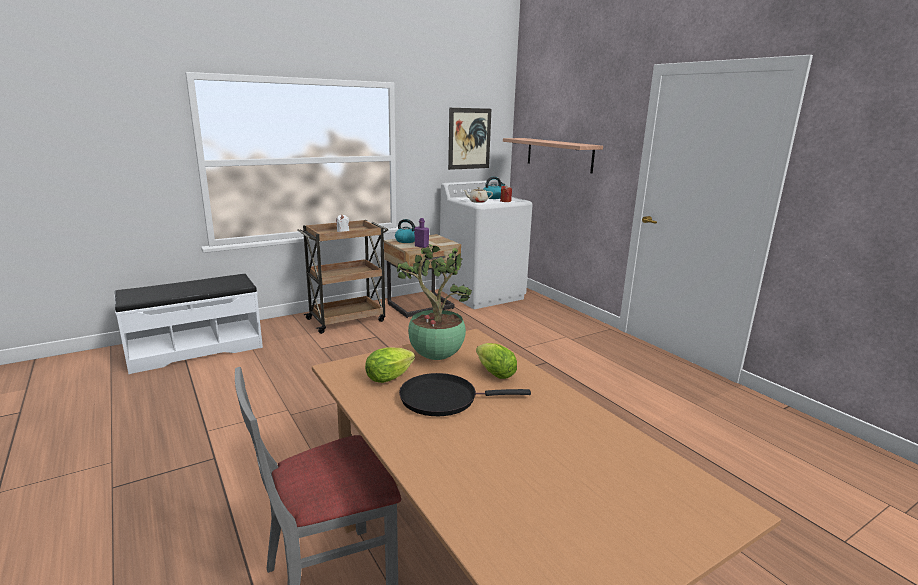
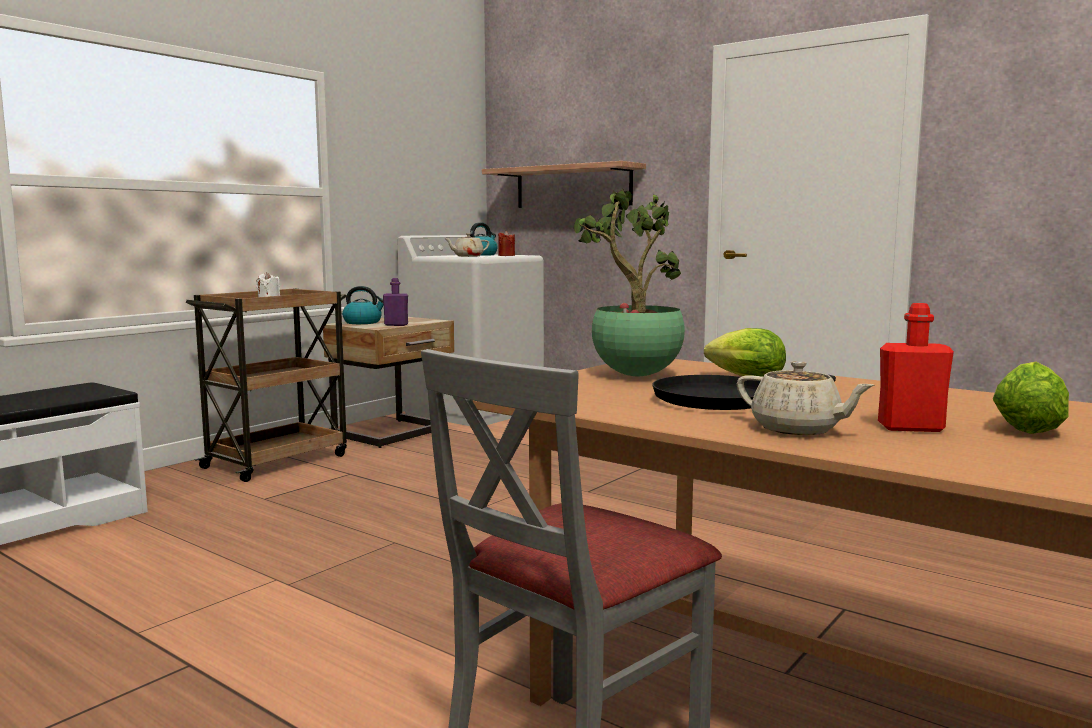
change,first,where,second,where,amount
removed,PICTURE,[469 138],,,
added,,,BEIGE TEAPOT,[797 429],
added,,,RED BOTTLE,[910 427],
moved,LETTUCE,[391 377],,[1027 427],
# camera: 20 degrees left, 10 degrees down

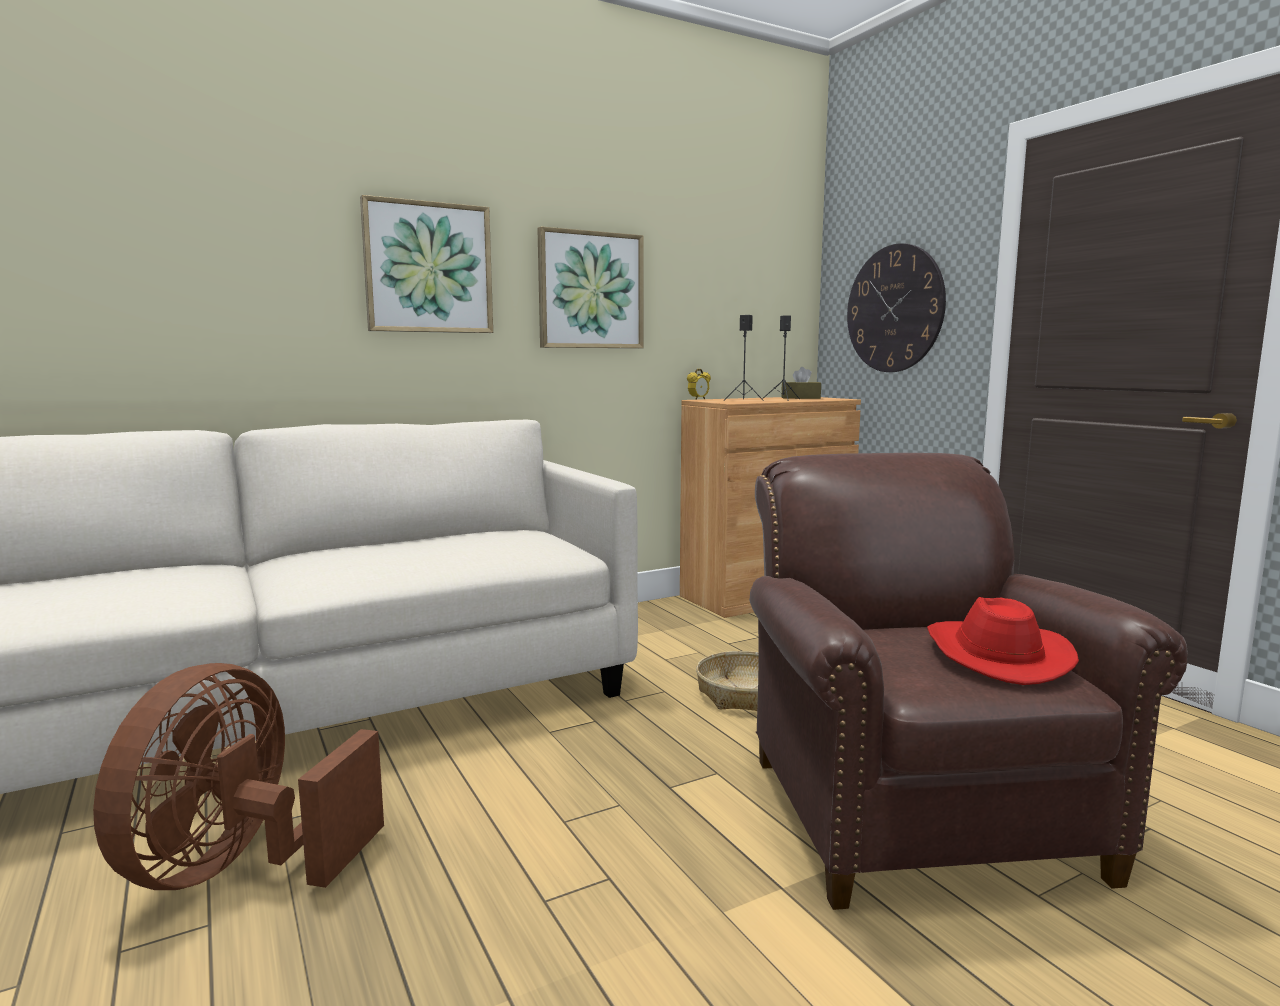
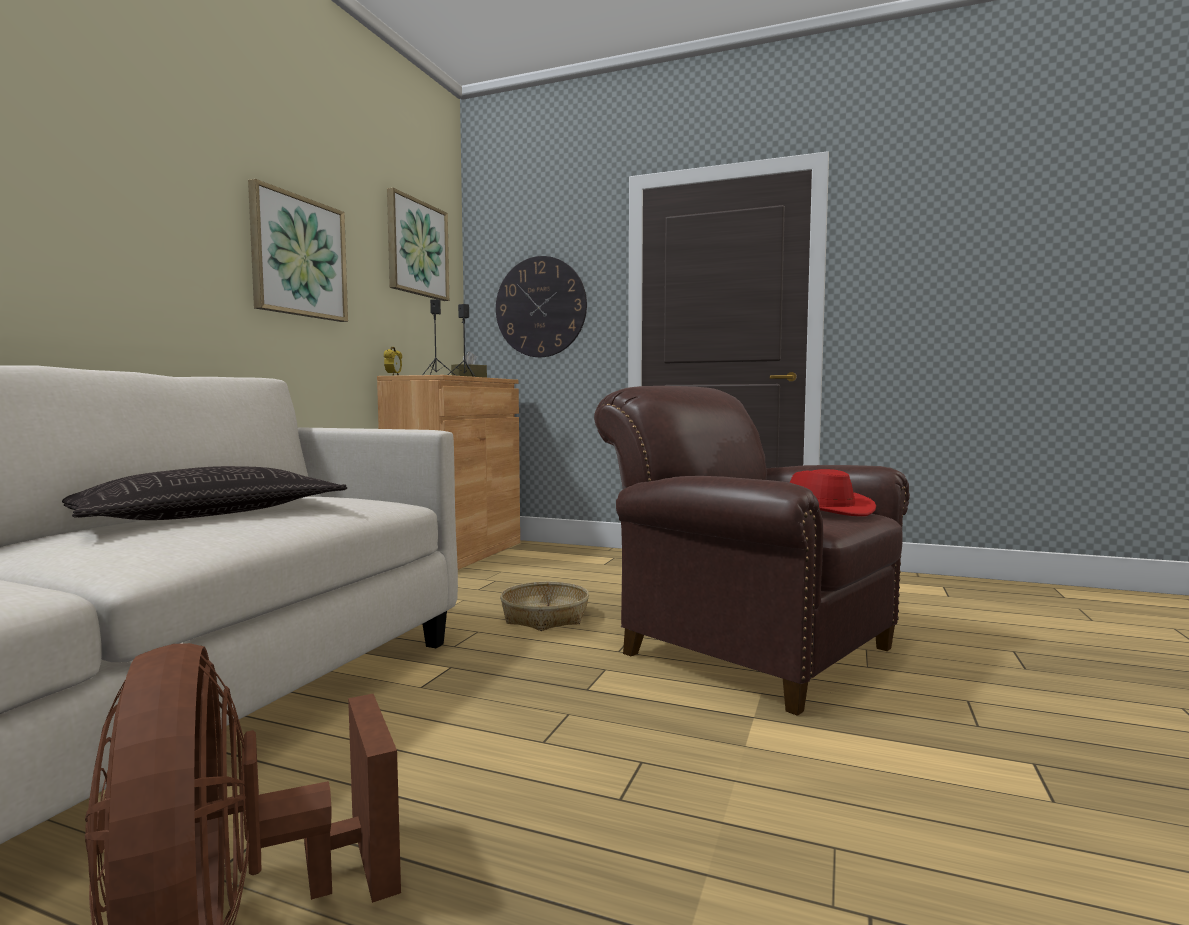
change,first,where,second,where,amount
added,,,PILLOW,[210 514],
moved,PICTURE,[428 268],,[417 248],
# camera: 40 degrees left, 5 degrees down

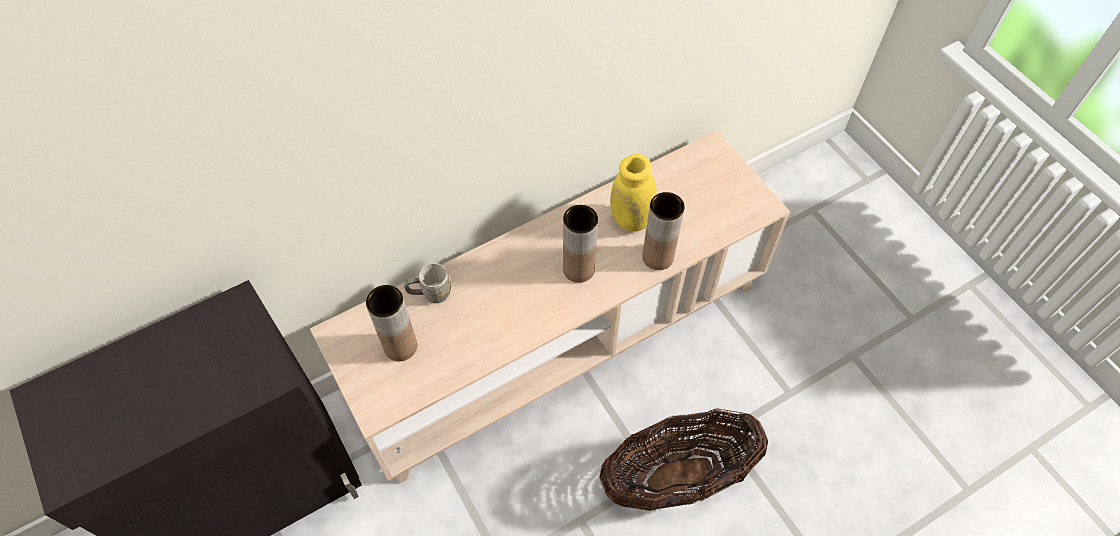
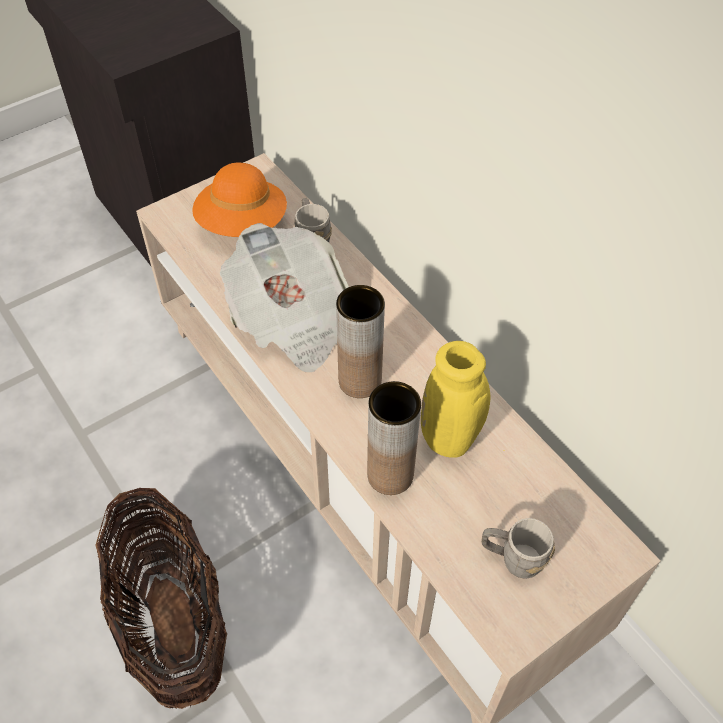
change,first,where,second,where,amount
added,,,NEWSPAPER,[293 320],
added,,,GREY MUG,[513 558],
replaced,BROWN VASE,[400 346],ORANGE HAT,[242 223],
# camera: 85 degrees right, 5 degrees down

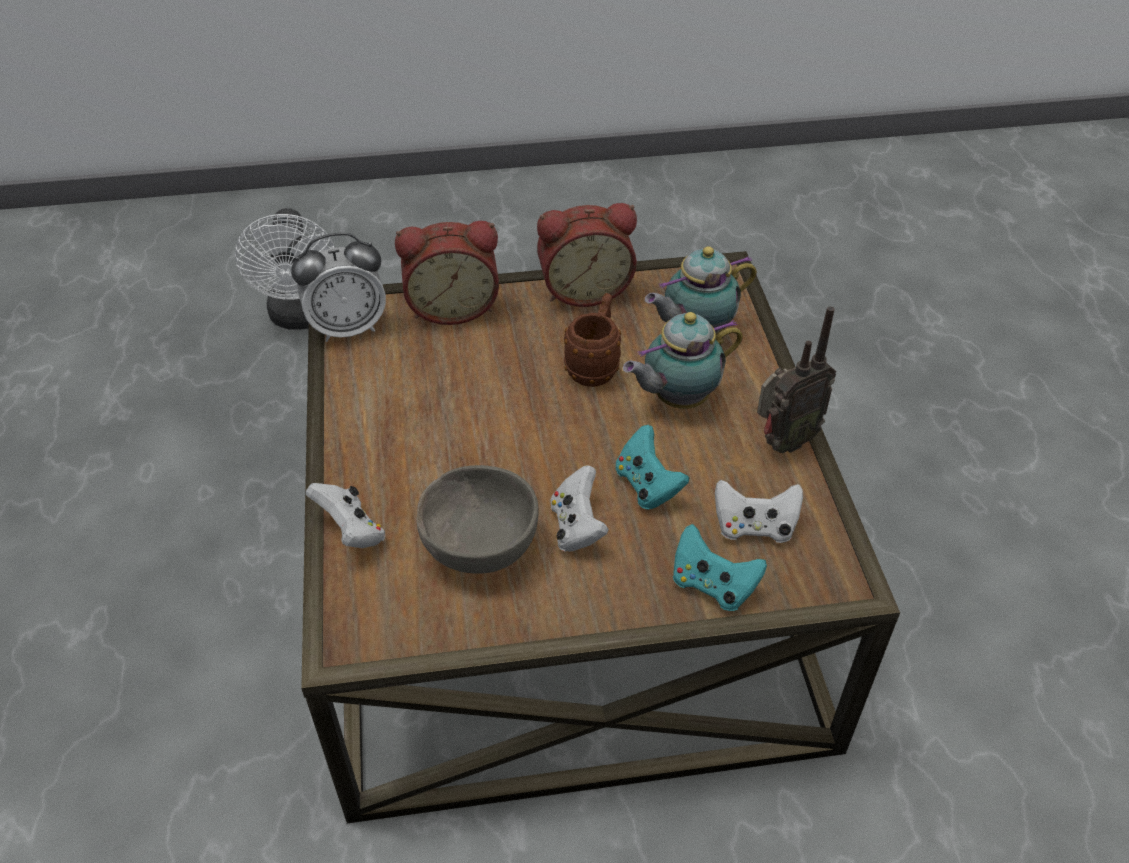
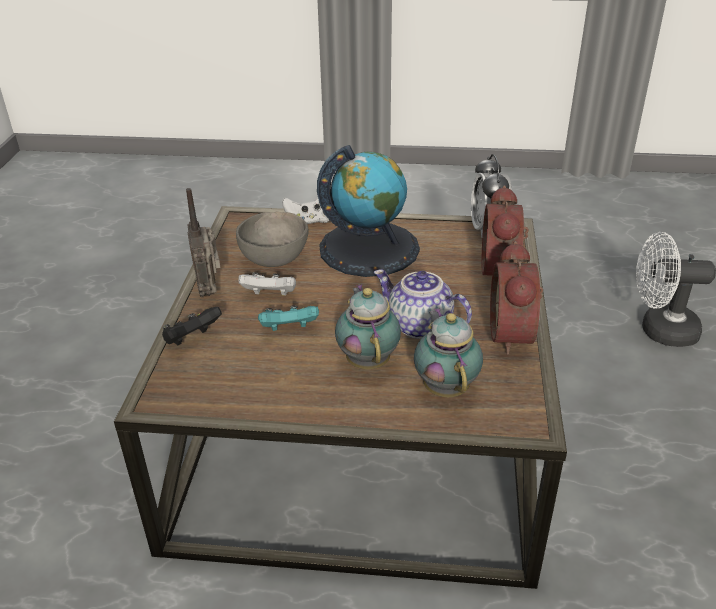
change,first,where,second,where,amount
removed,WHITE GAME CONTROLLER,[754 527],,,
added,,,GLOBE,[369 248],
moved,RADIO,[782 442],,[210 290],
replaced,BROWN MUG,[594 367],TEAPOT,[418 326],
recoloured,TURQUOISE GAME CONTROLLER,[712 585],BLACK GAME CONTROLLER,[192 339],
# camera: 105 degrees right, 10 degrees down

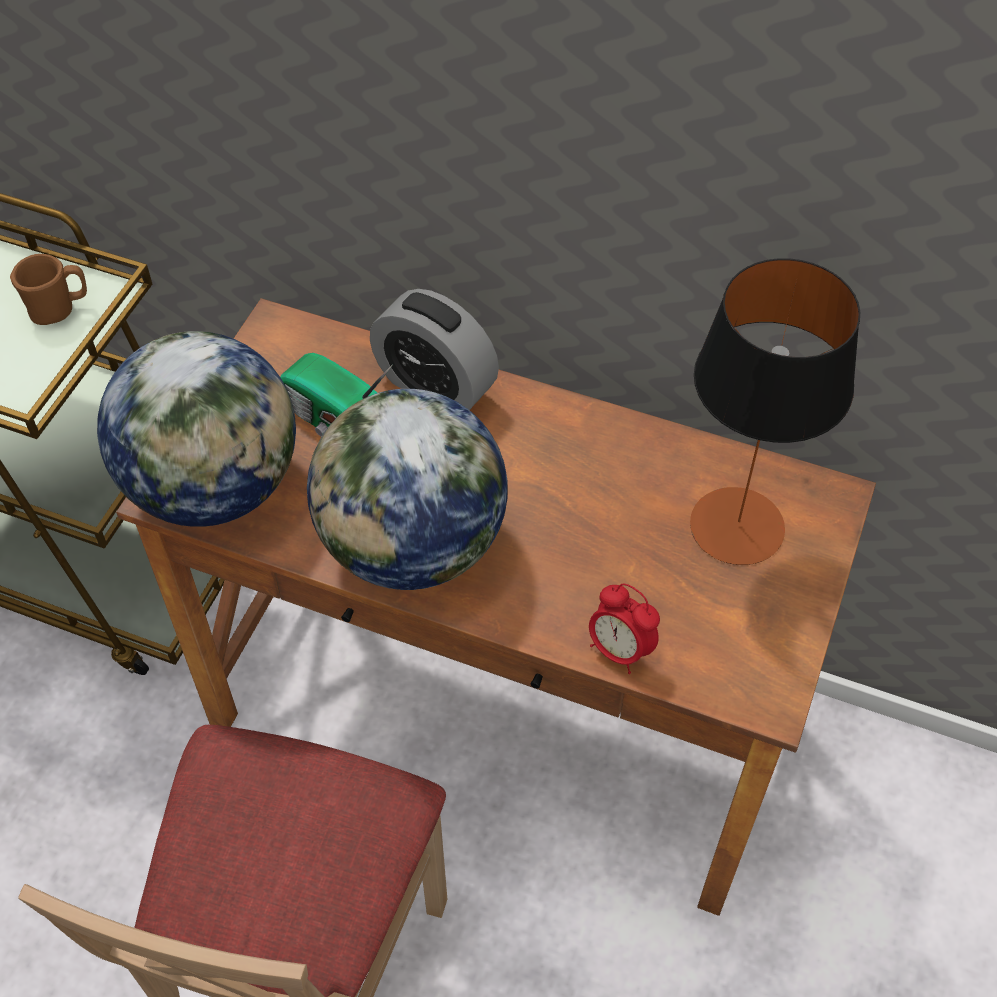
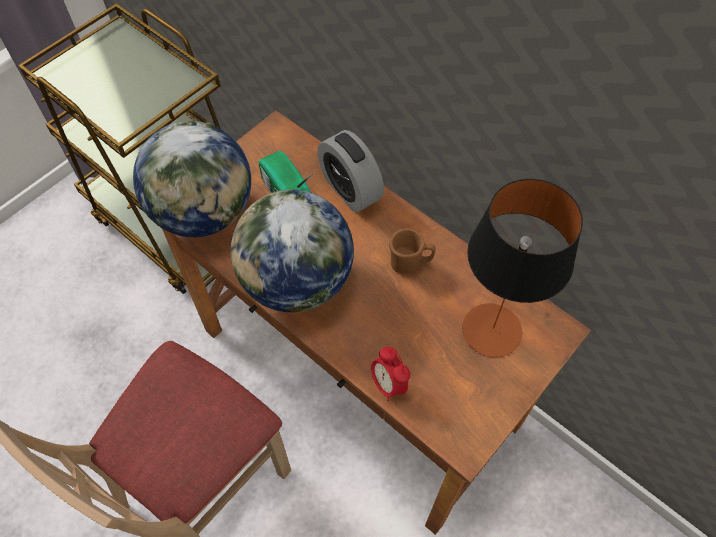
change,first,where,second,where,amount
moved,BROWN MUG,[59 309],,[410 263],
# camera: 20 degrees right, 5 degrees up

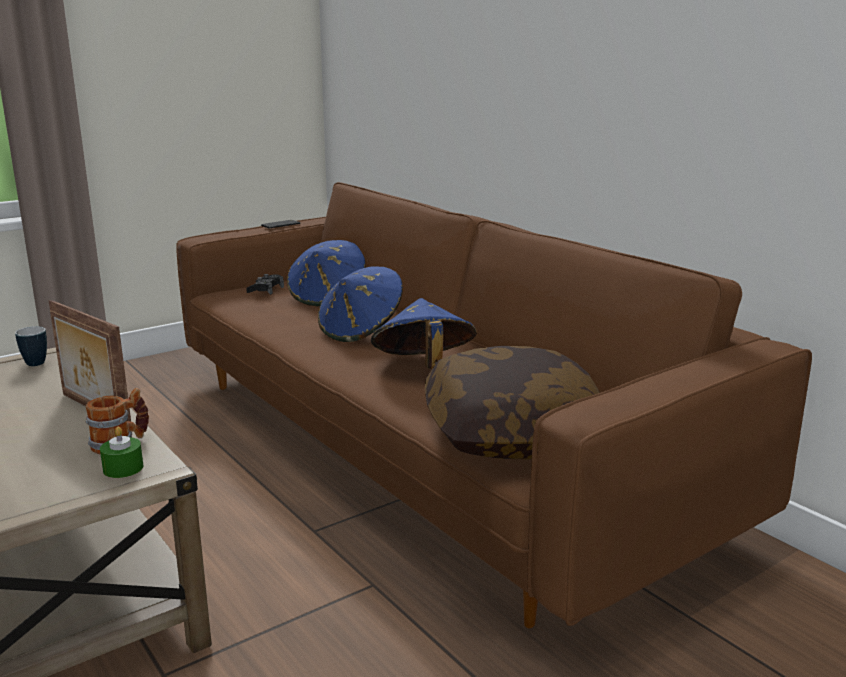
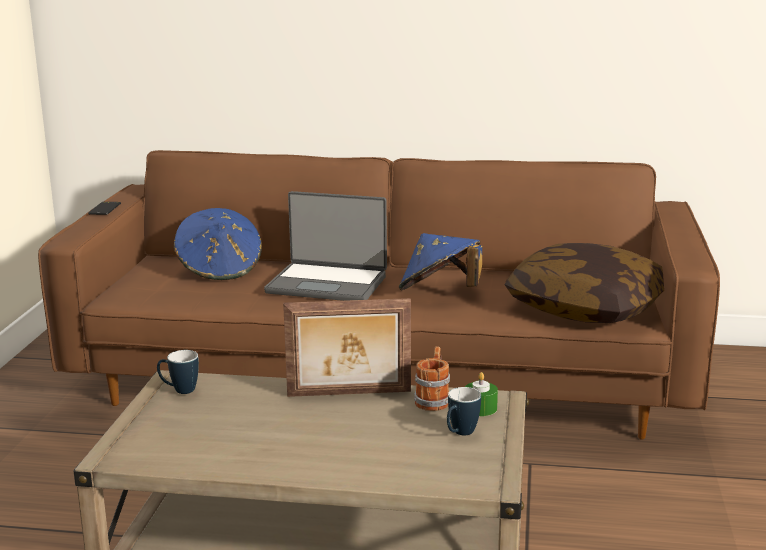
change,first,where,second,where,amount
removed,BLACK GAME CONTROLLER,[266 290],,,
added,,,MUG,[460 434],
replaced,BLUE HAT,[361 331],LAPTOP,[328 284],
# camera: 45 degrees left, 0 degrees up

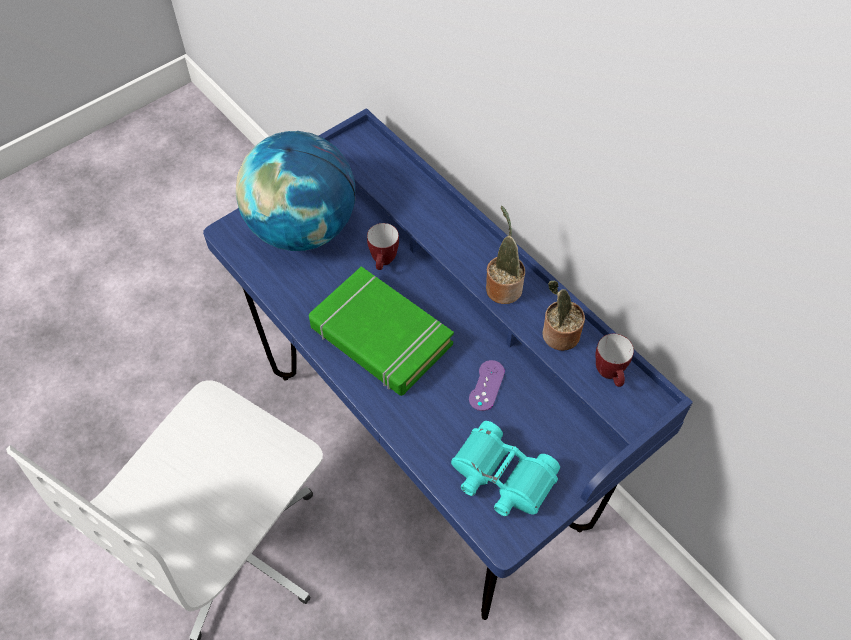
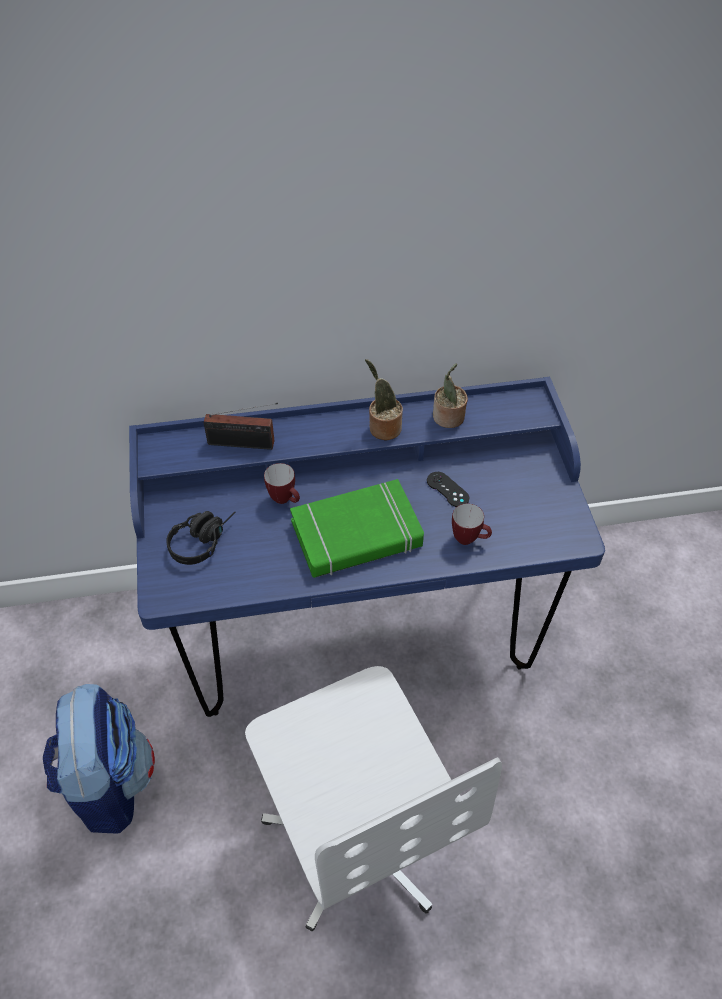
change,first,where,second,where,amount
removed,TURQUOISE BINOCULARS,[502 477],,,
added,,,BACKPACK,[109 781],
added,,,RADIO,[245 444],
moved,MUG,[610 375],,[469 539],
replaced,GLOBE,[302 228],BLACK HEADPHONES,[203 539],
recoloured,PURPLE GAME CONTROLLER,[486 385],BLACK GAME CONTROLLER,[447 489],
# camera: 60 degrees left, 5 degrees down

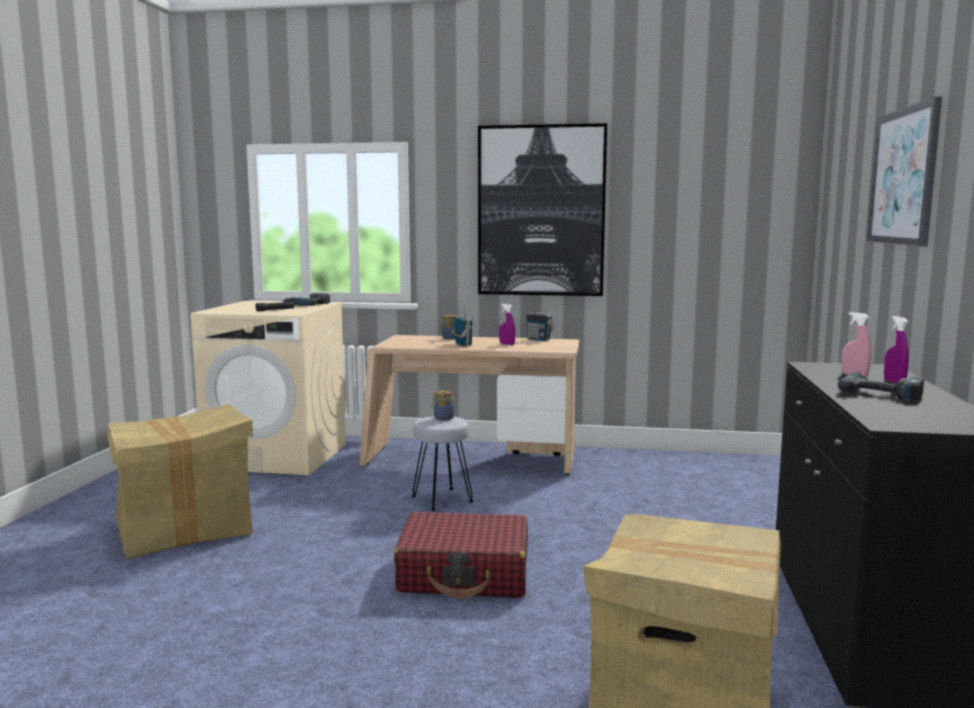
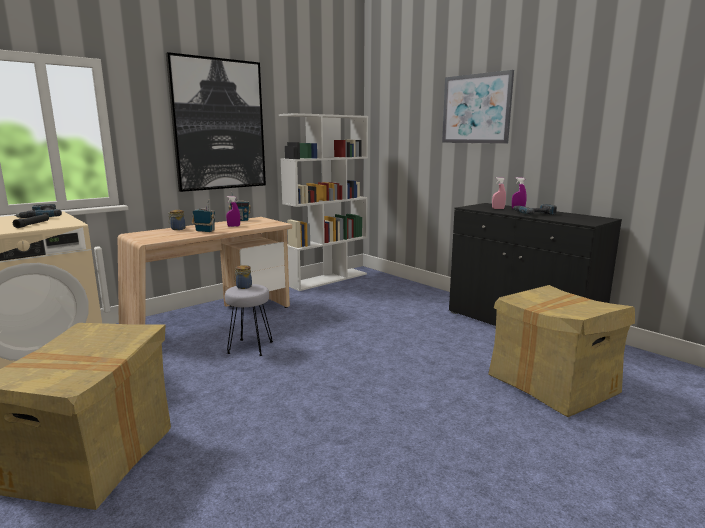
change,first,where,second,where,amount
removed,RED SUITCASE,[465 574],,,
added,,,WHITE BOOKCASE,[327 279],
# camera: 50 degrees left, 5 degrees up

